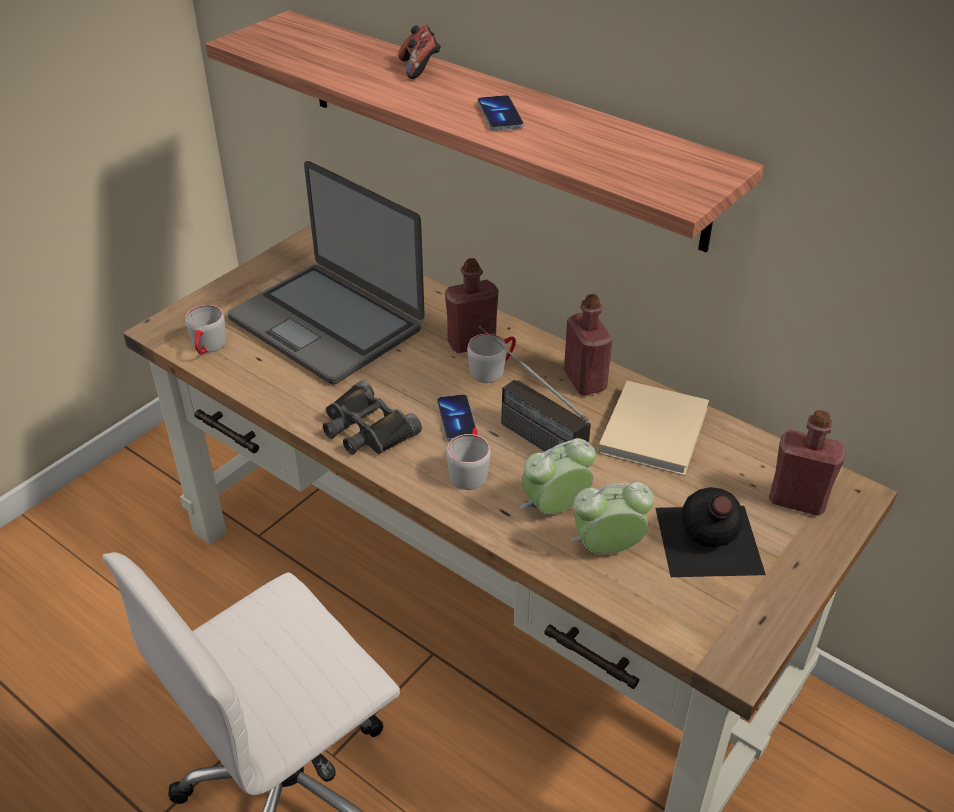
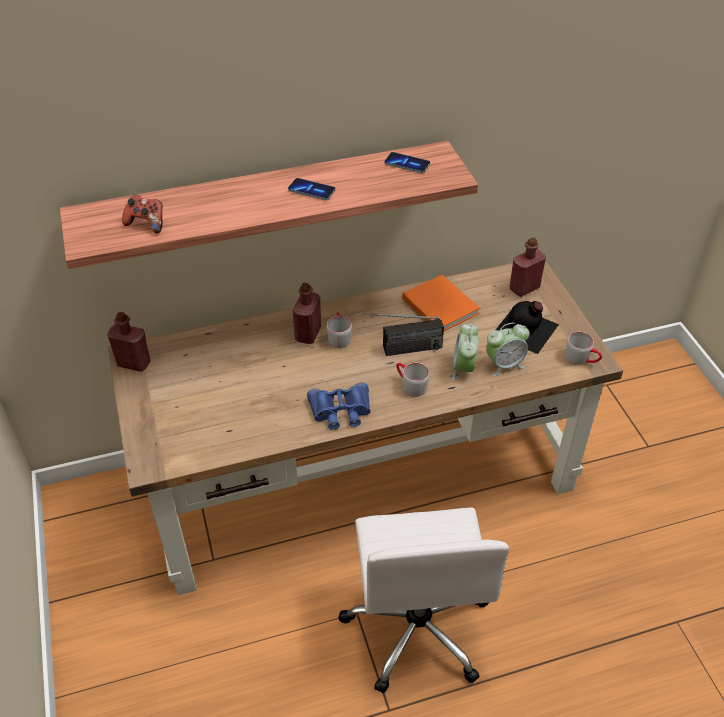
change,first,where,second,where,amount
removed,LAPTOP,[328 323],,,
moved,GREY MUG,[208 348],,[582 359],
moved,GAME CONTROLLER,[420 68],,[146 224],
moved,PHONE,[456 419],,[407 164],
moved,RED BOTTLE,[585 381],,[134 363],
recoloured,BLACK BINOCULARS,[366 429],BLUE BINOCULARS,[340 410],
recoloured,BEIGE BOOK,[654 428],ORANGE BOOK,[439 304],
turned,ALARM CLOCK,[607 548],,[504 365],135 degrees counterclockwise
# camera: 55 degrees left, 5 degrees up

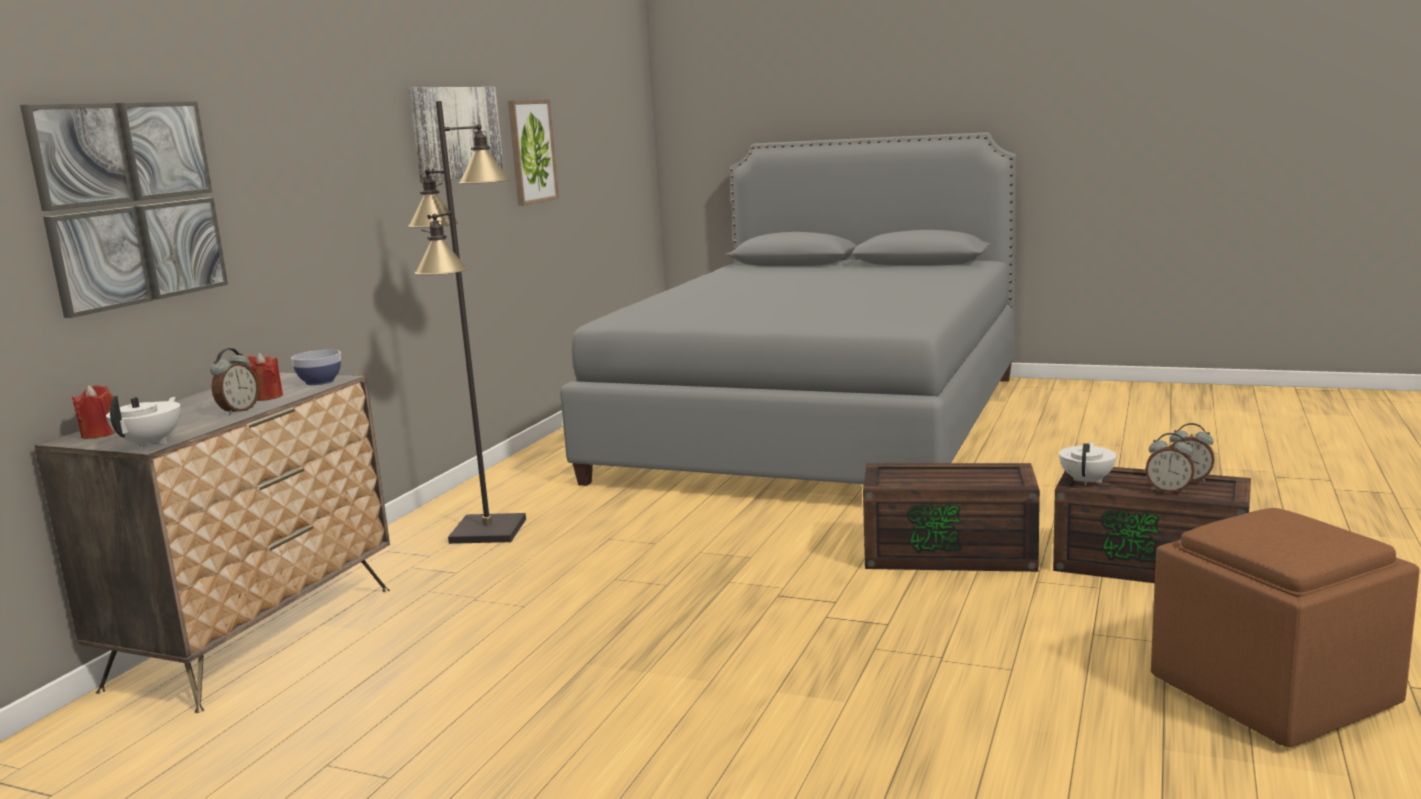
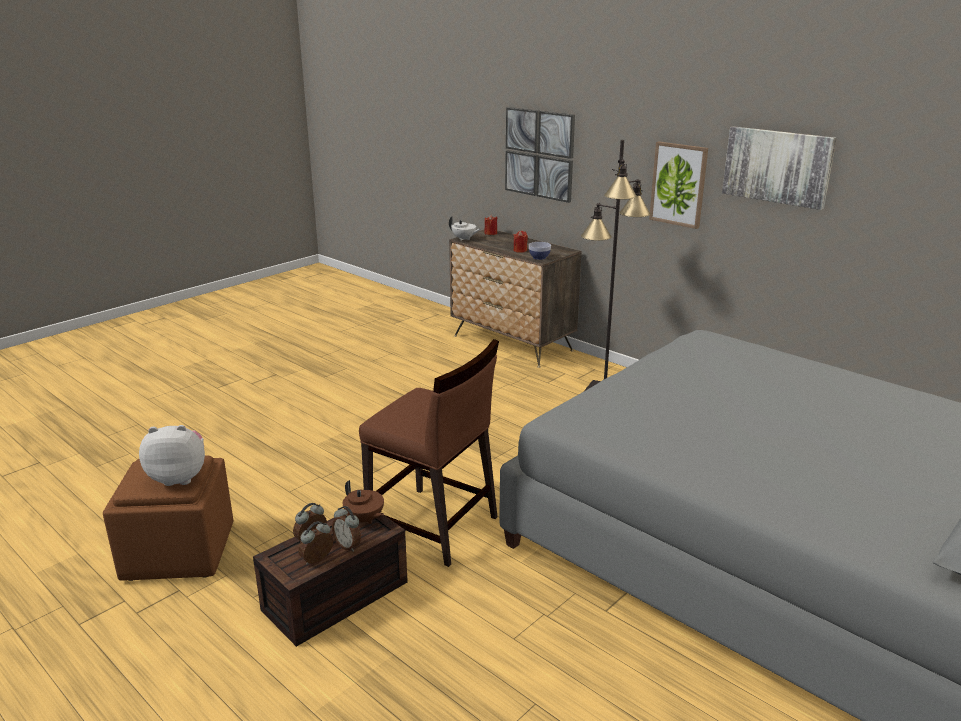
change,first,where,second,where,amount
added,,,PLUSH TOY,[179 477],
moved,ALARM CLOCK,[238 411],,[348 545],
moved,PICTURE,[531 151],,[678 184],
replaced,BROWN STORAGE BOX,[951 552],BROWN CHAIR,[433 526],
recoloured,WHITE TEAPOT,[1087 480],BROWN TEAPOT,[364 519],
# camera: 110 degrees right, 10 degrees up

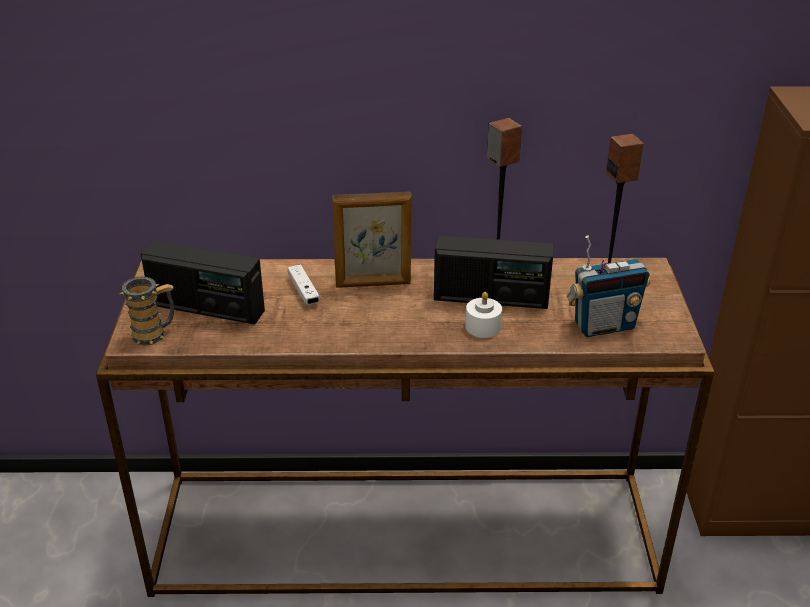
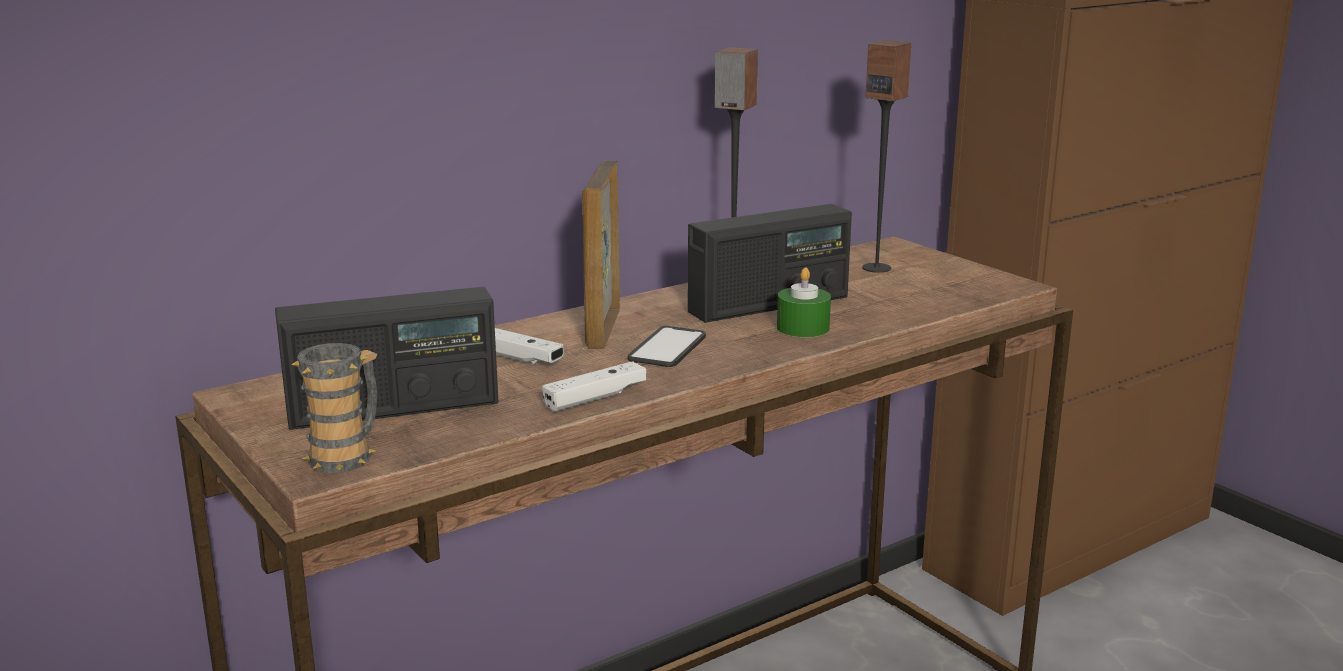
change,first,where,second,where,amount
removed,RADIO,[603 326],,,
added,,,WHITE GAME CONTROLLER,[595 397],
added,,,PHONE,[667 348],
recoloured,WHITE CANDLE,[483 327],GREEN CANDLE,[803 328],
turned,PICTURE FRAME,[373 284],,[602 329],135 degrees clockwise
# camera: 35 degrees left, 15 degrees down

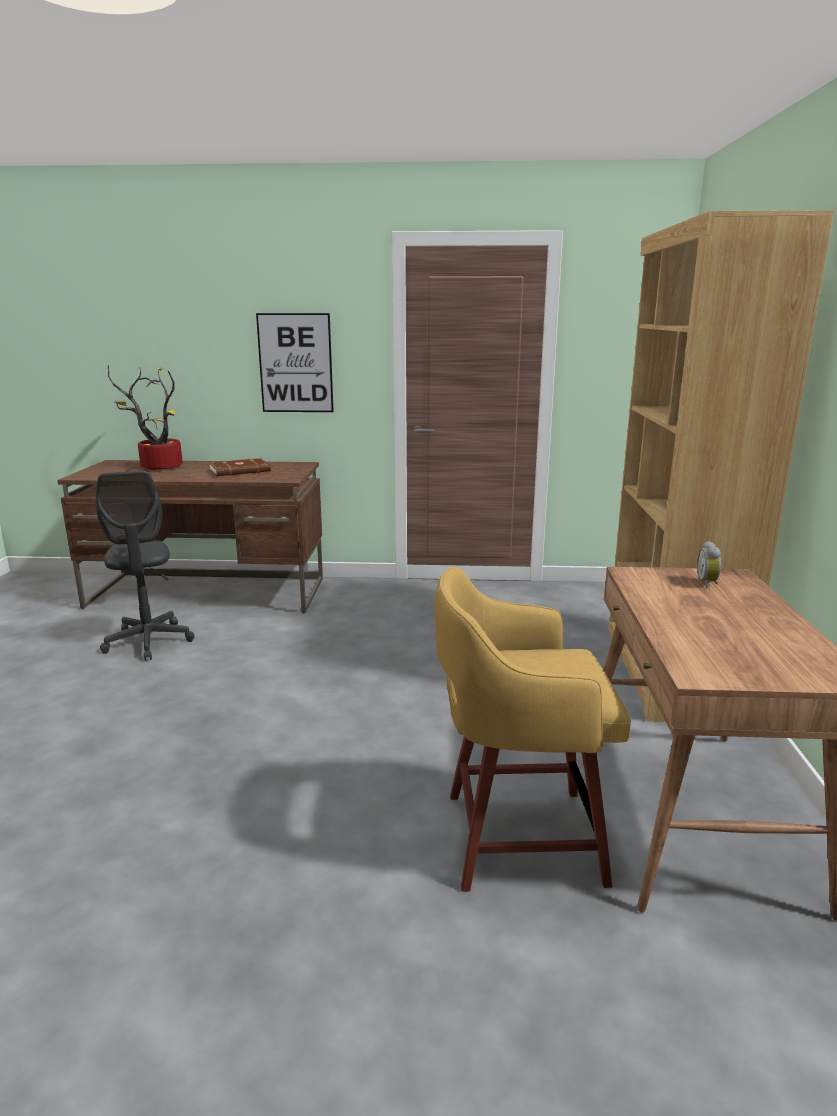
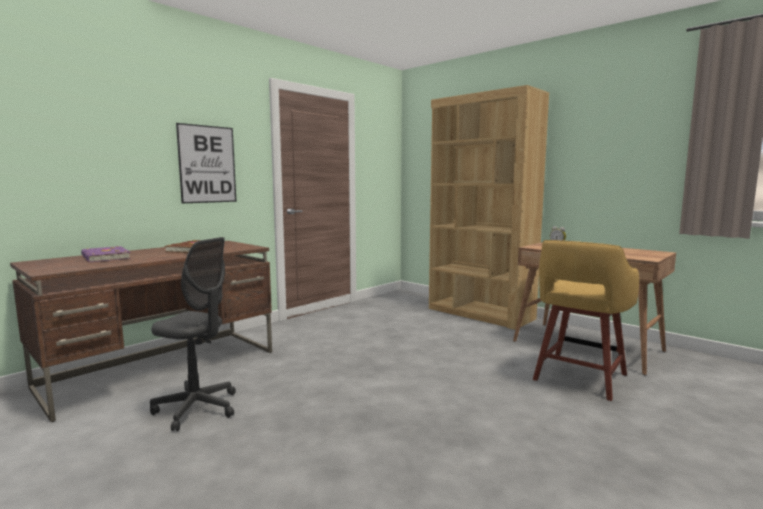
change,first,where,second,where,amount
replaced,POTTED PLANT,[157 467],PURPLE BOOK,[104 257],
# camera: 50 degrees left, 10 degrees down

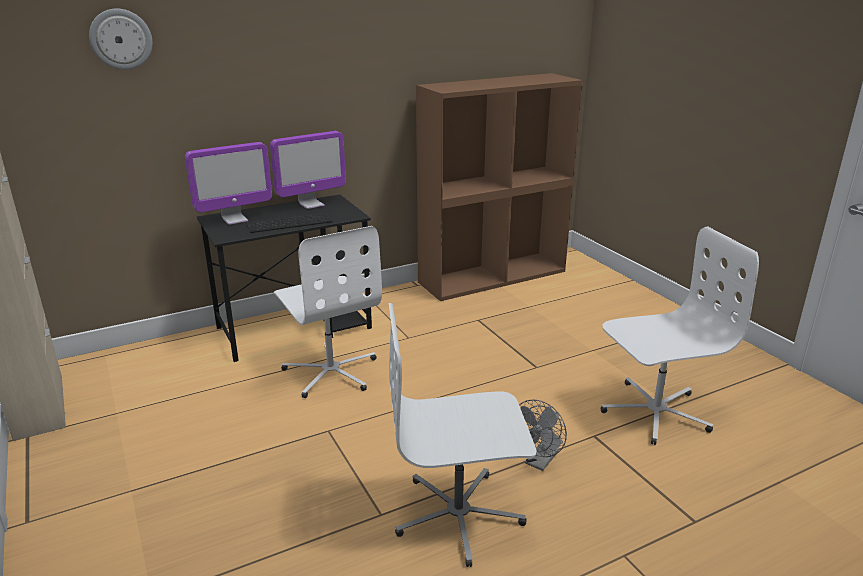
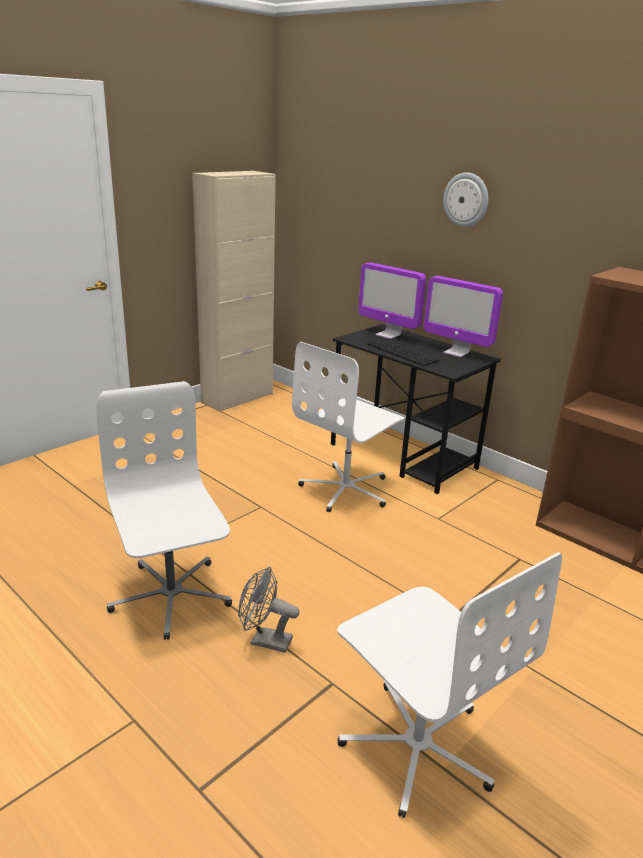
change,first,where,second,where,amount
moved,WALL CLOCK,[121 39],,[466 200],
# camera: 70 degrees right, 0 degrees up

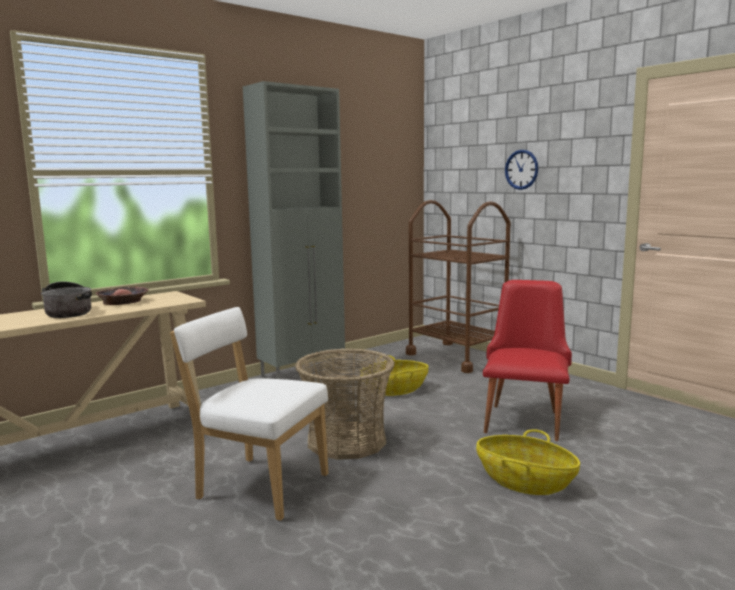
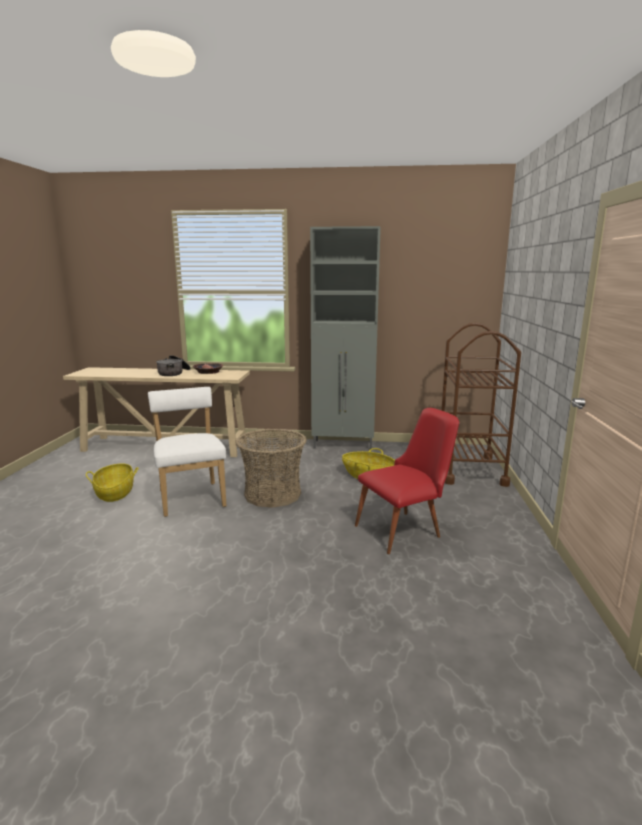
change,first,where,second,where,amount
removed,WALL CLOCK,[521 169],,,
moved,BASKET,[525 482],,[115 493],
# camera: 45 degrees right, 5 degrees up

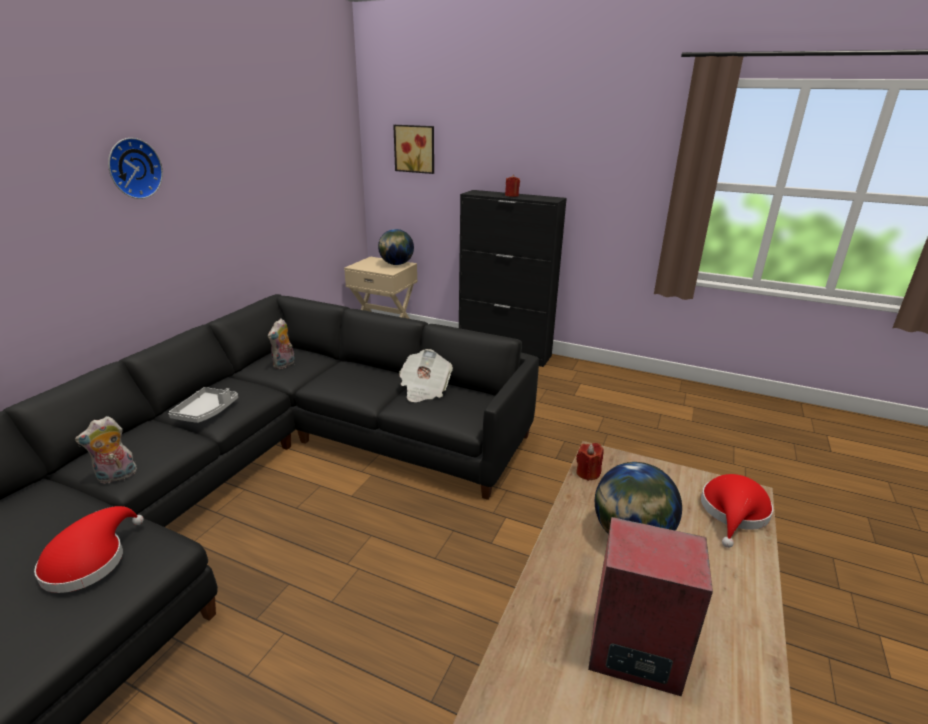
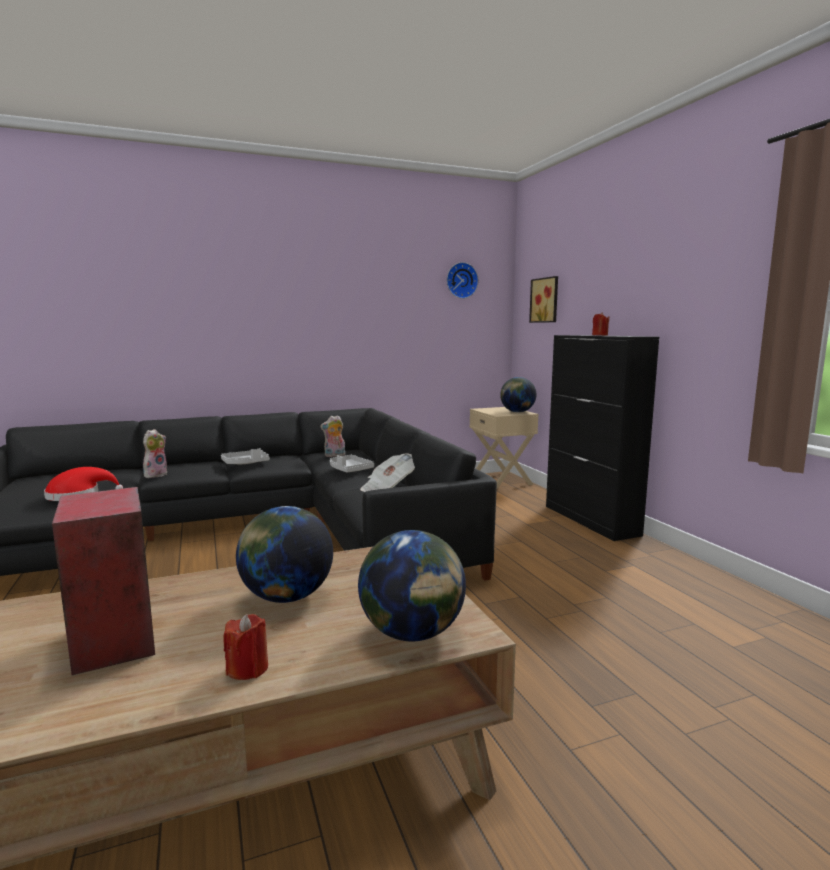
change,first,where,second,where,amount
added,,,GREY TRAY,[349 470],
moved,WALL CLOCK,[133 168],,[461 280],
moved,RED CANDLE,[588 473],,[248 669],
replaced,RED HAT,[733 513],GLOBE,[412 633],
turned,PLUSH TOY,[116 477],,[155 475],105 degrees clockwise
# camera: 45 degrees right, 15 degrees down

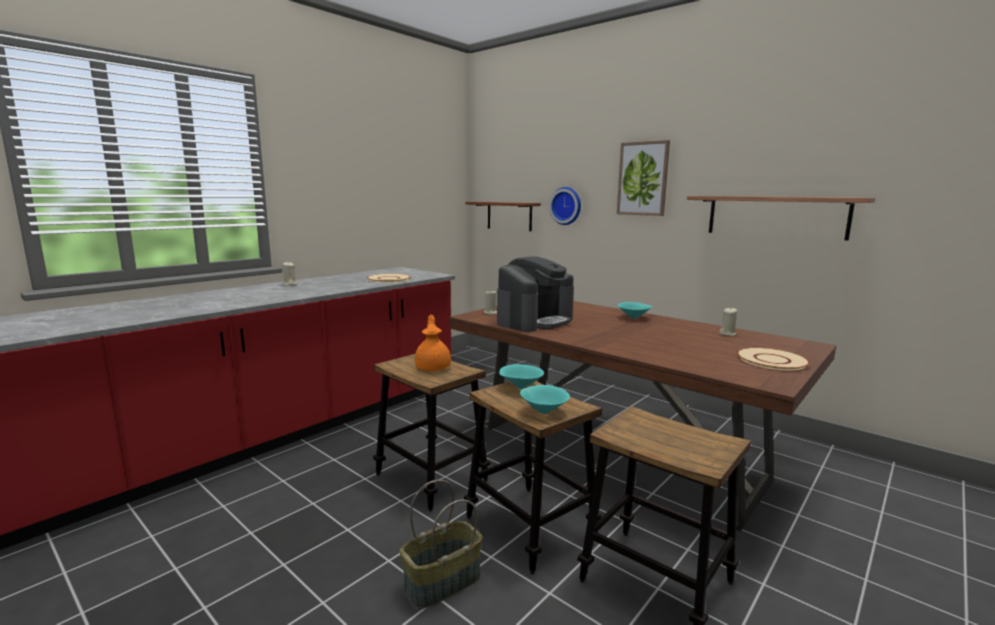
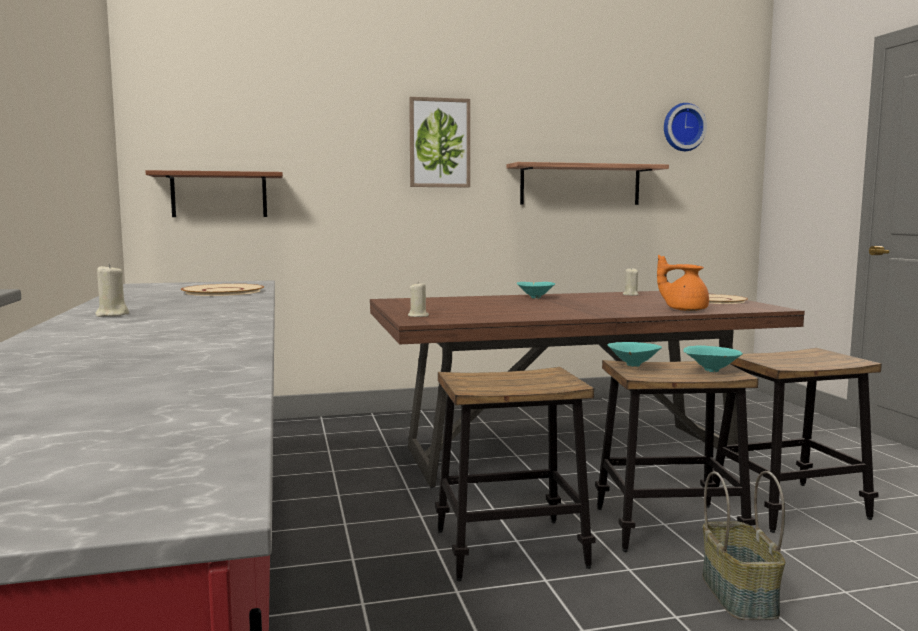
change,first,where,second,where,amount
removed,COFFEE MACHINE,[535 321],,,
moved,ORANGE TEAPOT,[433 367],,[684 309],
moved,WALL CLOCK,[566 206],,[682 127],
# camera: 55 degrees left, 5 degrees down

